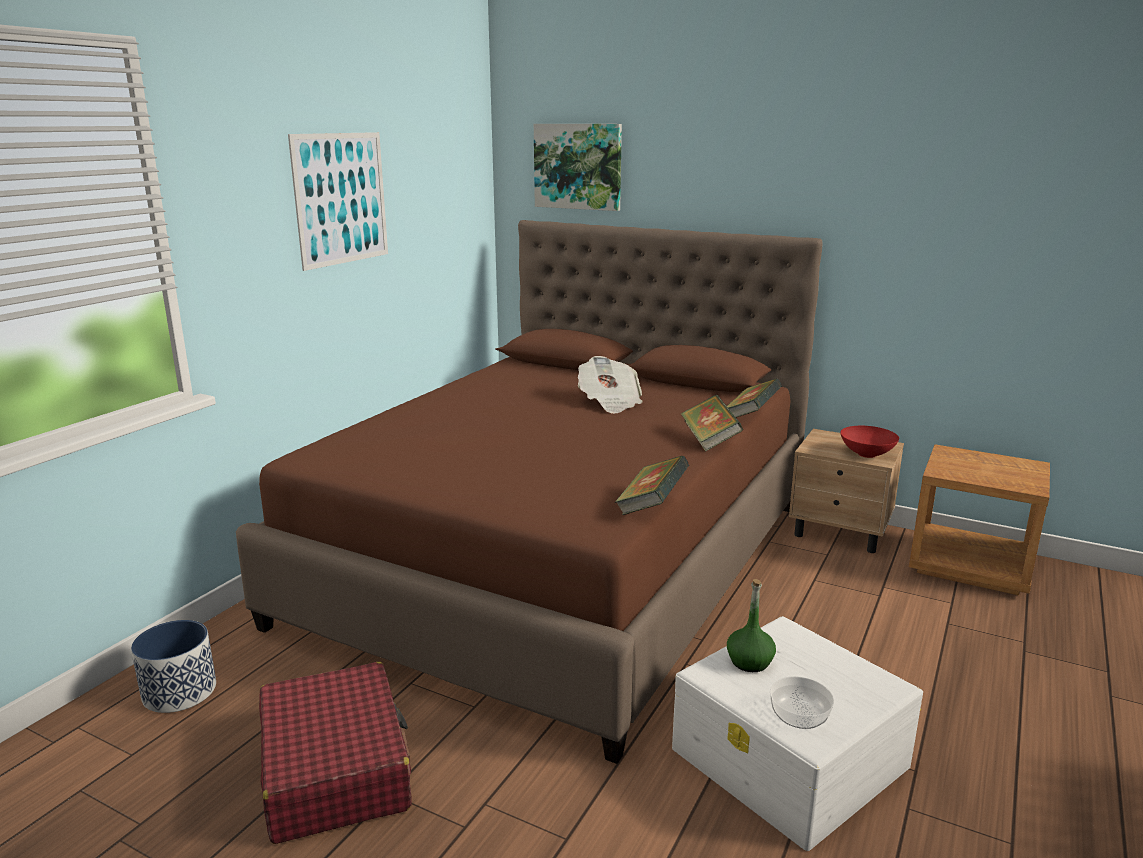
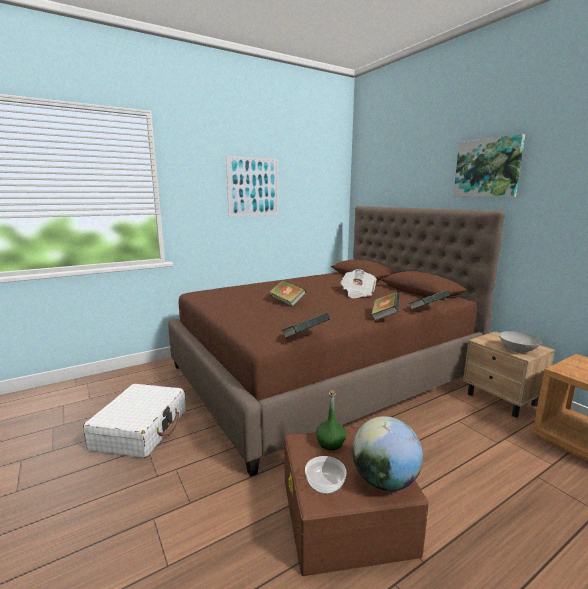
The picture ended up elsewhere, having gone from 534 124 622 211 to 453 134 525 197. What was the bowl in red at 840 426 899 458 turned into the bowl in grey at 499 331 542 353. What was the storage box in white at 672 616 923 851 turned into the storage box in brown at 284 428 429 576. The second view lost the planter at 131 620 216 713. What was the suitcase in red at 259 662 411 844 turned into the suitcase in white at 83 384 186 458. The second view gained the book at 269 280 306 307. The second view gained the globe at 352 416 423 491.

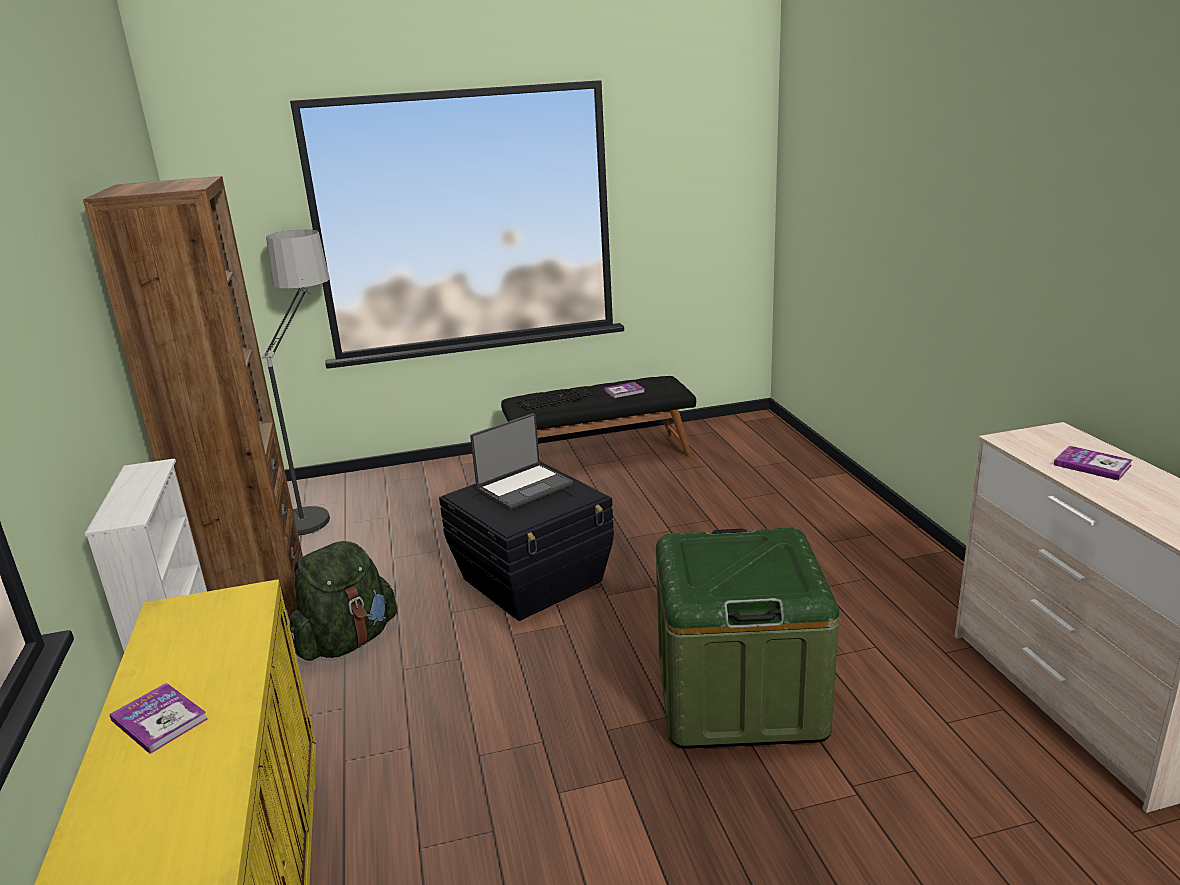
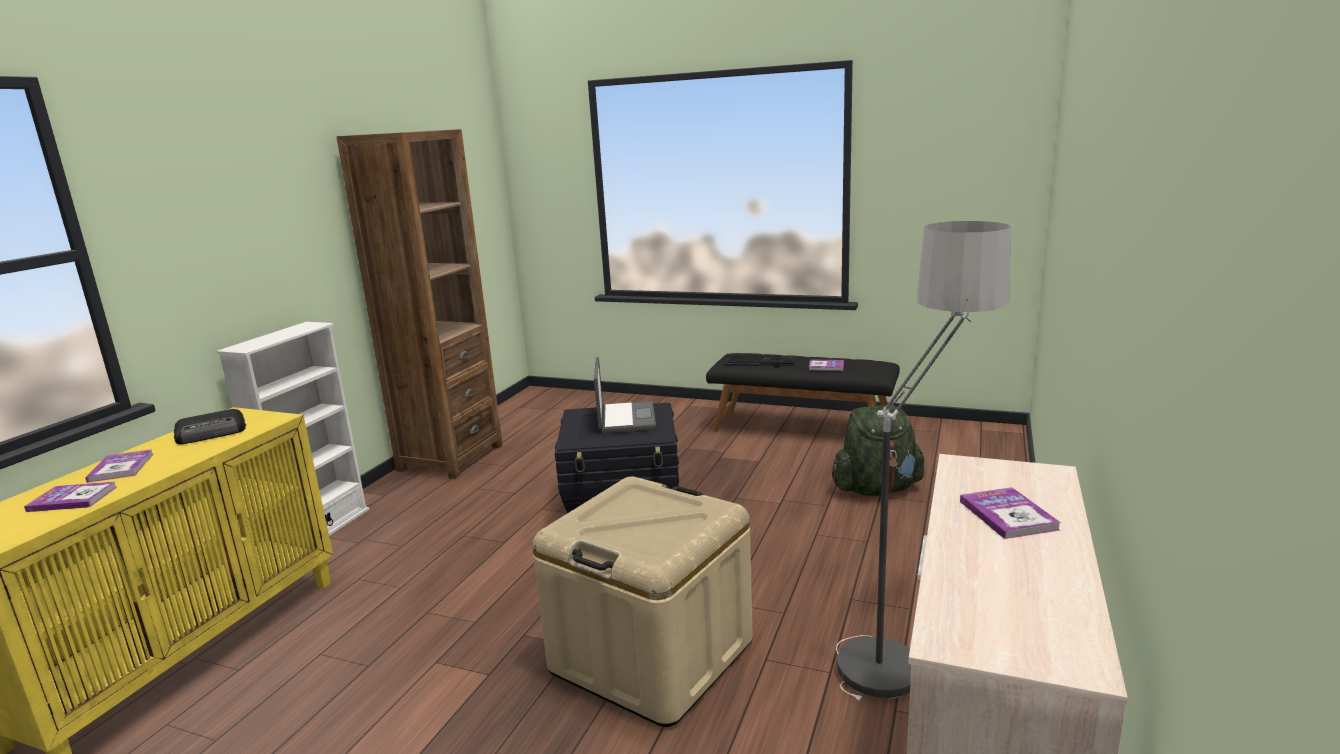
The floor lamp ended up elsewhere, having gone from 261 229 330 536 to 836 221 1011 701. The laptop at 470 413 573 510 ended up facing another way, 90 degrees counterclockwise from before. What was the storage box in green at 656 528 839 749 turned into the storage box in beige at 532 476 753 727. The backpack in green ended up elsewhere, having gone from 290 541 397 661 to 832 405 925 496. The second view gained the radio at 174 409 246 444. The second view gained the book at 24 481 117 512.

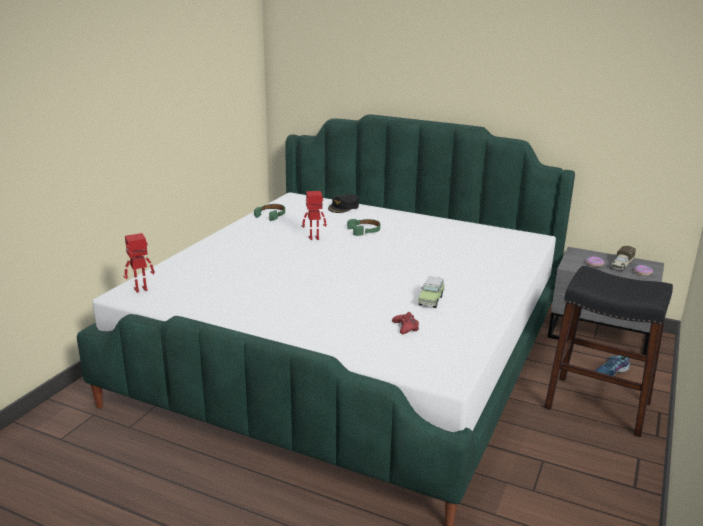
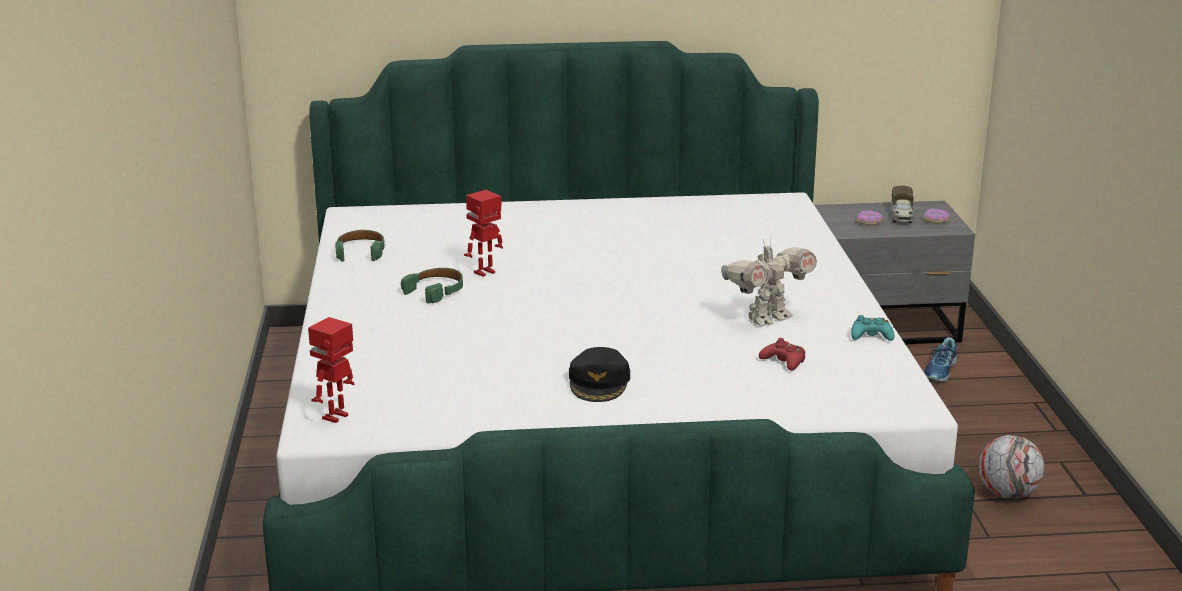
The cap in black ended up elsewhere, having gone from 328 194 359 213 to 569 347 630 402. The headphones in green ended up elsewhere, having gone from 347 219 380 236 to 401 268 463 304. The second view lost the stool in black at 544 266 673 437. Where the toy car stood at 418 276 445 308, the toy robot came to stand at 721 240 817 326. The second view gained the game controller in turquoise at 851 315 894 341. The second view gained the football at 979 435 1045 499.

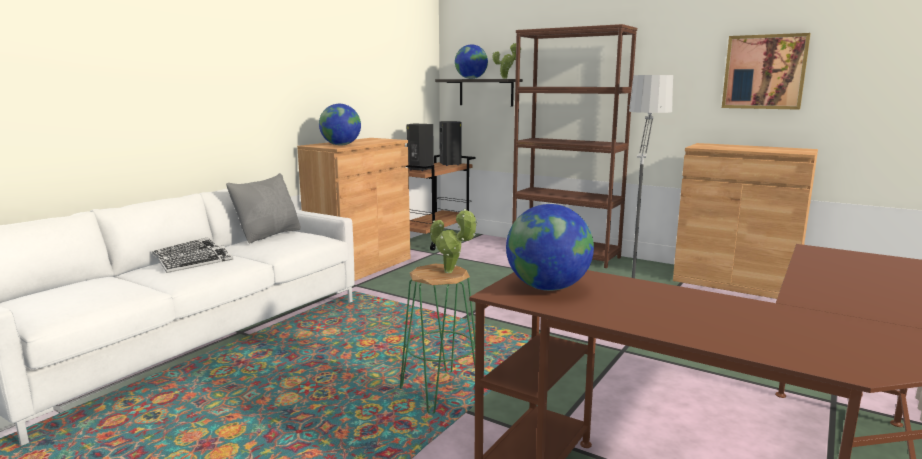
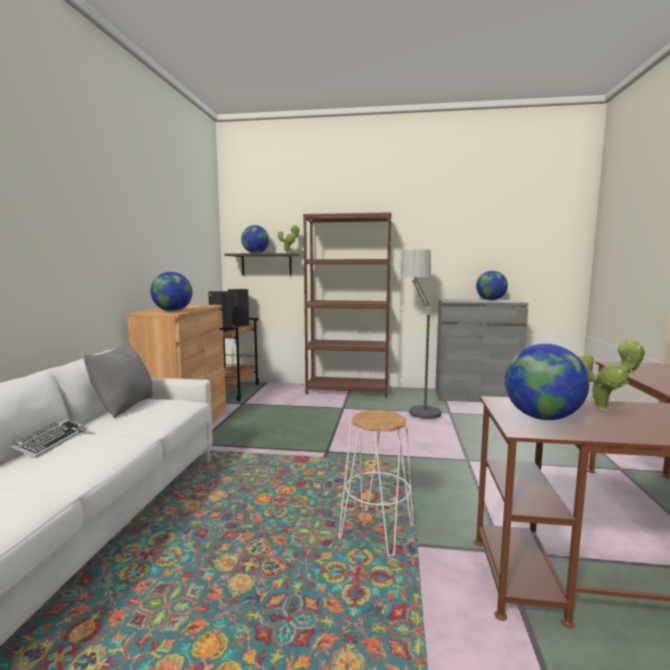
The second view lost the picture at 722 33 811 110. What was the cabinet in brown at 673 143 818 299 turned into the cabinet in grey at 435 299 529 402. The potted plant ended up elsewhere, having gone from 430 208 478 273 to 578 339 645 411. The second view lost the keyboard at 158 245 233 273. What was the stool in green at 400 264 475 414 turned into the stool in white at 339 410 414 556. The second view gained the globe at 476 271 508 301.

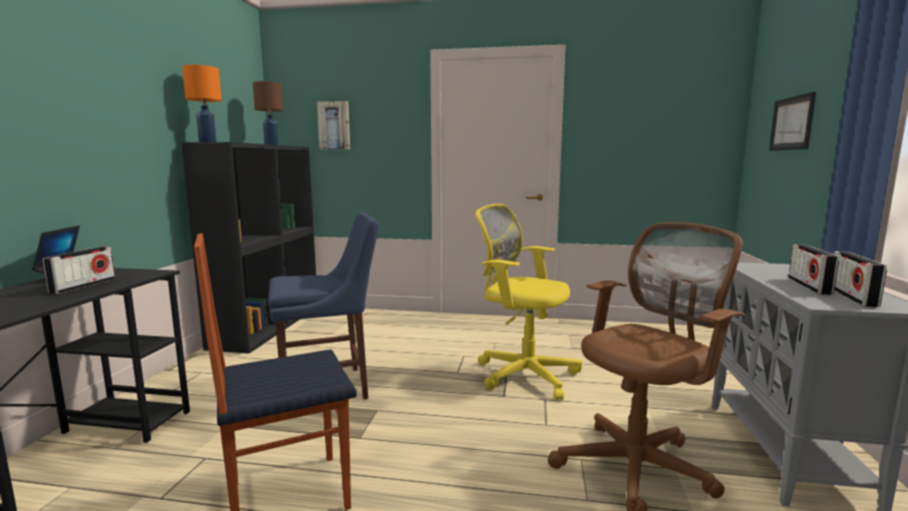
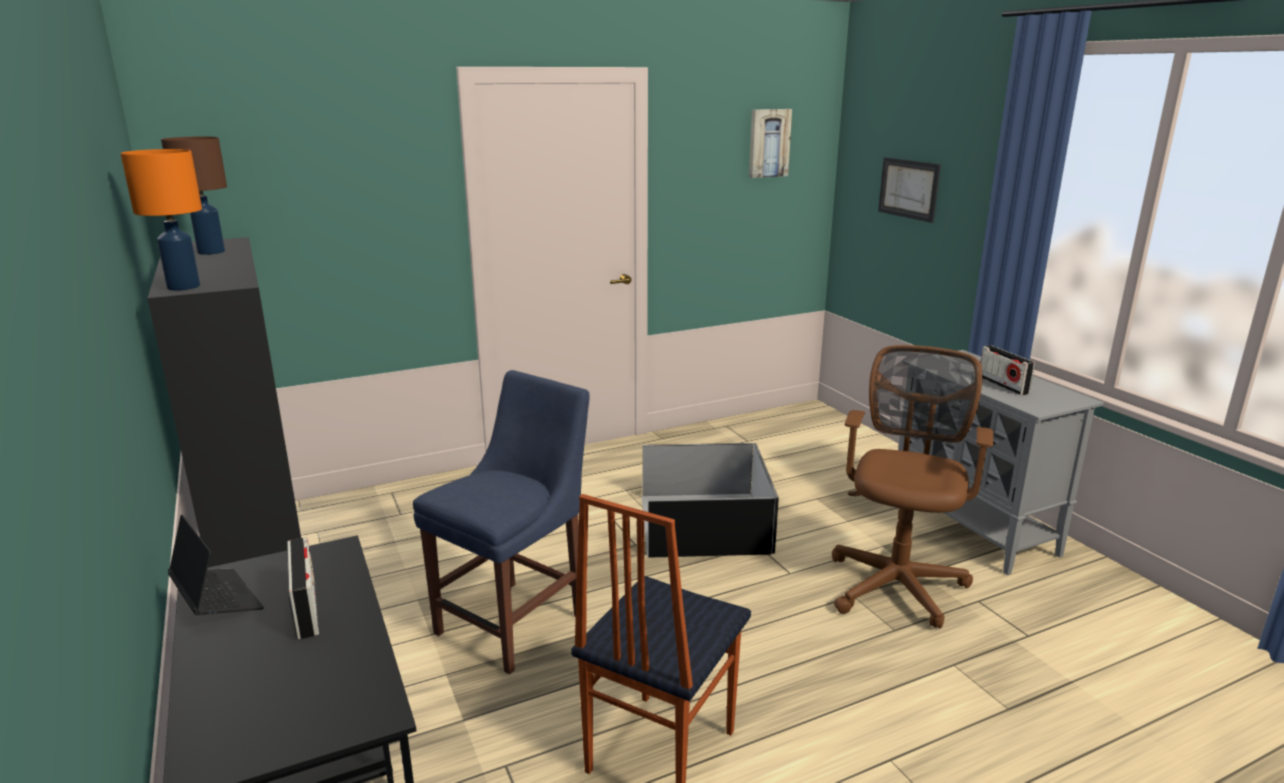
The picture ended up elsewhere, having gone from 317 101 350 149 to 749 109 792 178. Where the office chair in yellow stood at 475 204 582 401, the storage box in black came to stand at 641 443 779 558. The second view lost the radio at 834 251 887 307.

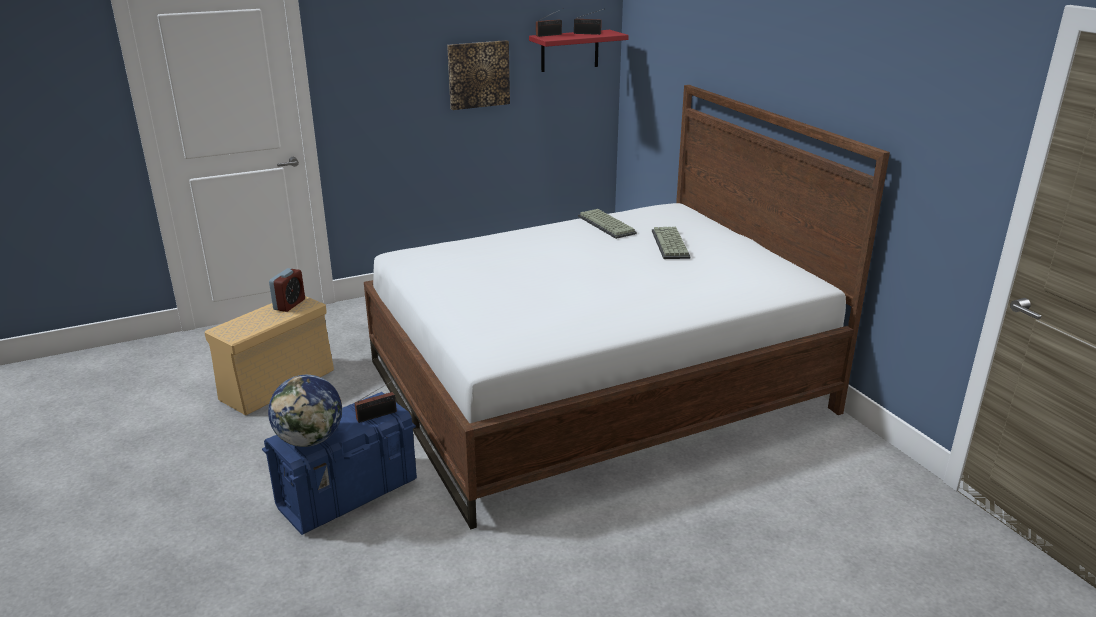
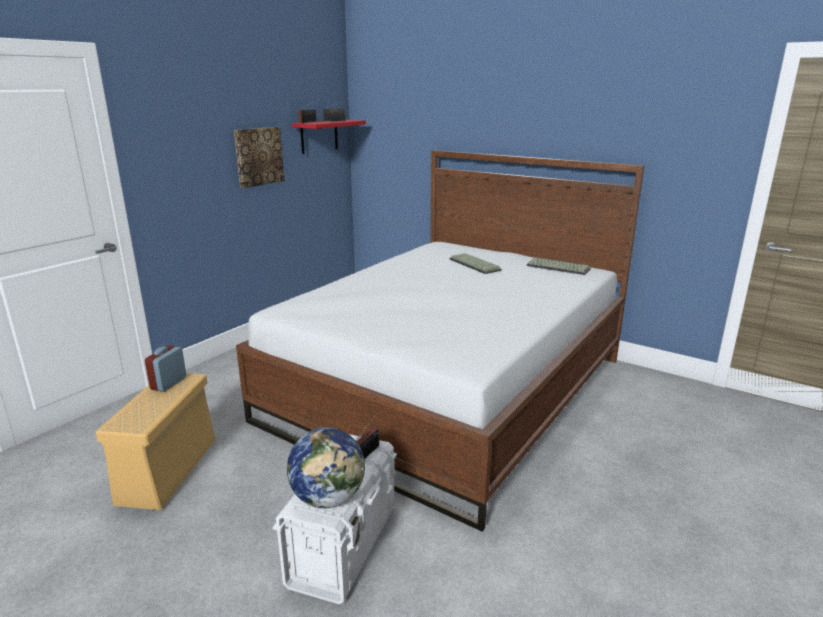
The keyboard ended up elsewhere, having gone from 578 209 637 239 to 527 257 591 275. The alarm clock at 269 268 305 312 ended up facing another way, 150 degrees counterclockwise from before. What was the storage box in blue at 262 392 417 535 turned into the storage box in white at 273 434 397 604.

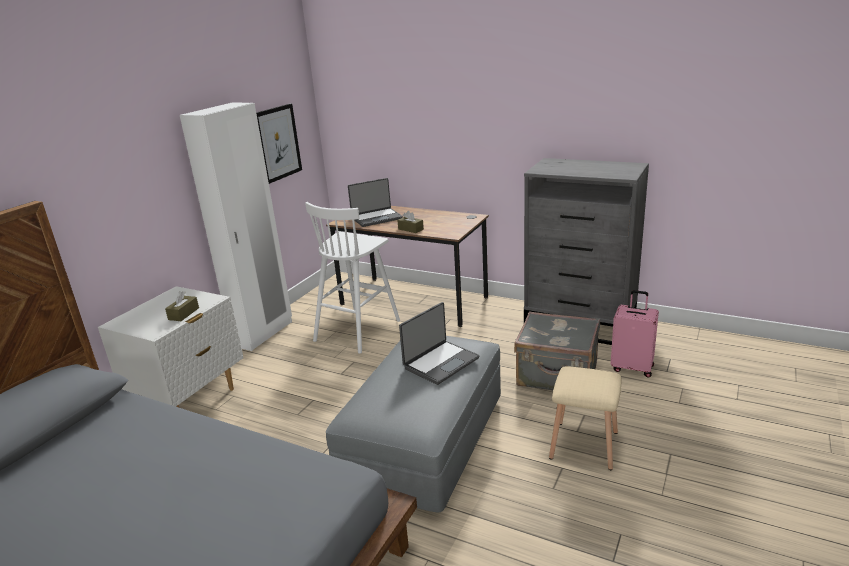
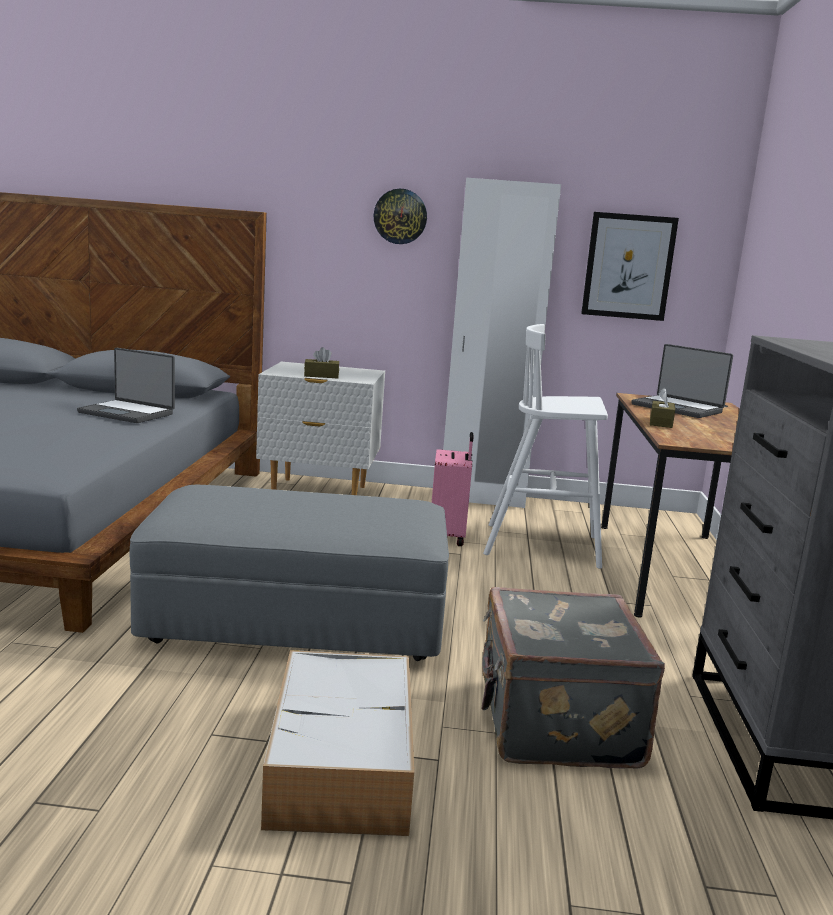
The suitcase in pink ended up elsewhere, having gone from 611 290 659 378 to 432 432 474 546. The laptop ended up elsewhere, having gone from 399 302 480 385 to 77 348 175 423. Where the stool in beige stood at 549 366 621 470, the storage box came to stand at 261 650 414 836. The second view gained the wall clock at 374 189 427 244.

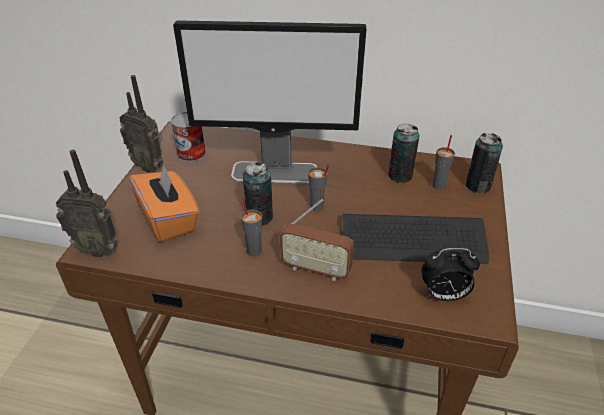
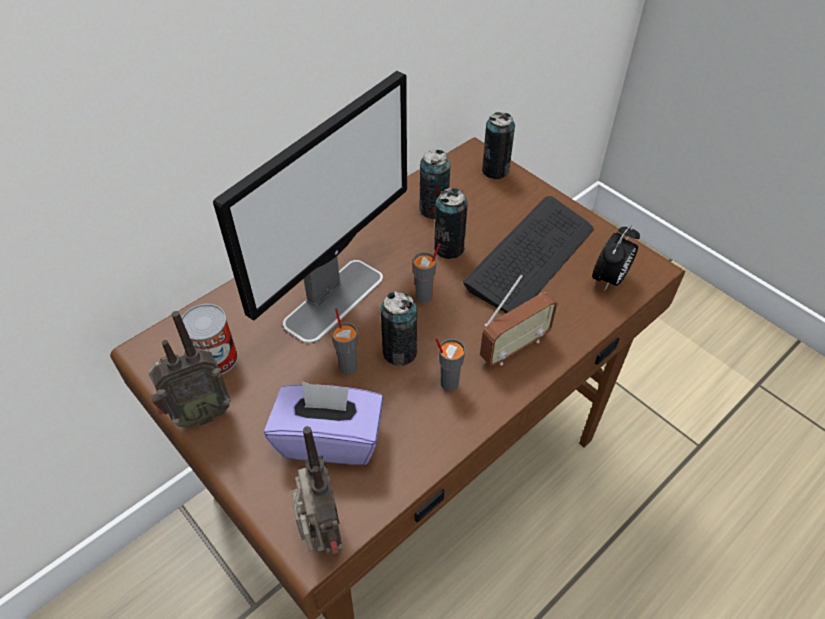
The cup in grey ended up elsewhere, having gone from 432 135 455 190 to 331 308 358 375. The radio at 56 150 118 258 ended up facing another way, 60 degrees counterclockwise from before. What was the tissue box in orange at 129 163 199 242 turned into the tissue box in purple at 264 381 383 465. The second view gained the can at 435 188 468 259.

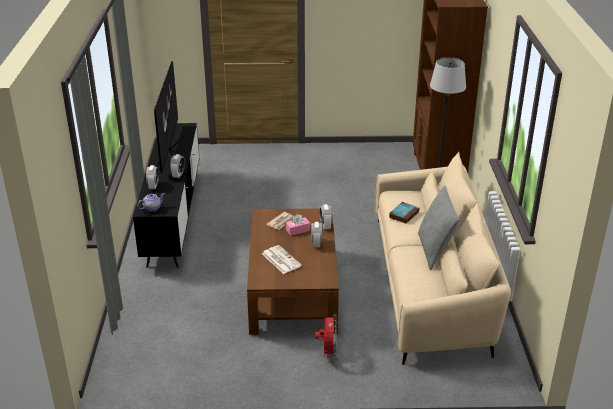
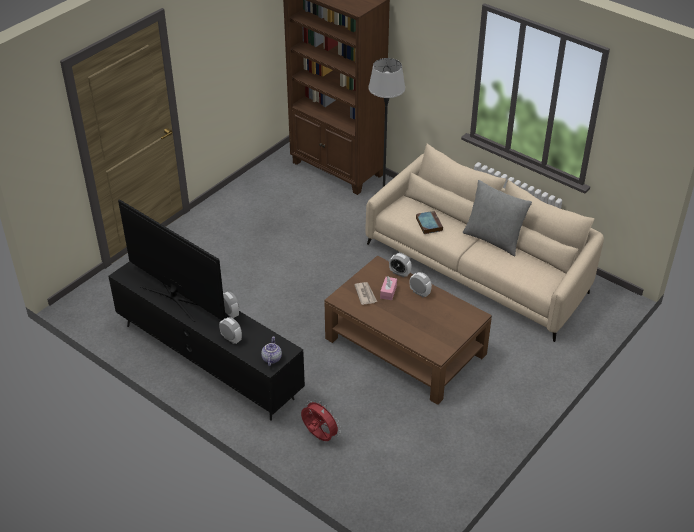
The second view lost the newspaper at 262 245 302 274. The fan in red ended up elsewhere, having gone from 315 313 337 359 to 301 399 341 441.

